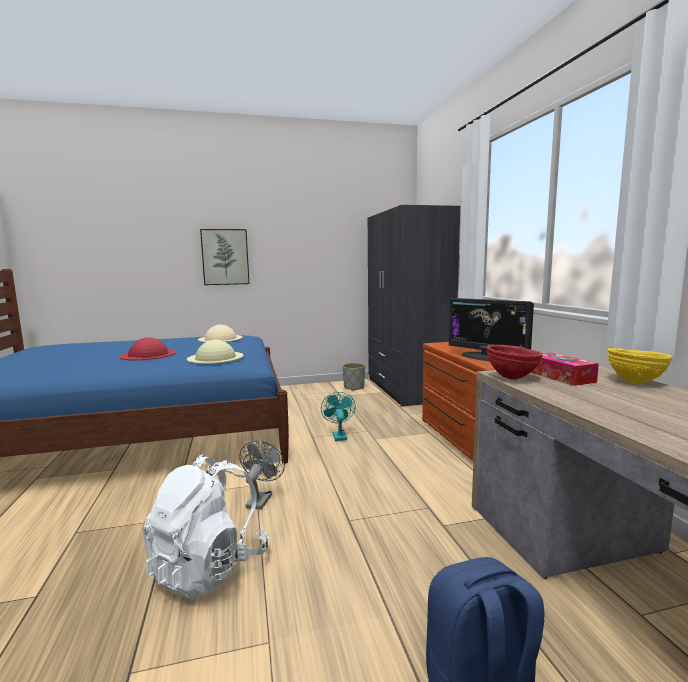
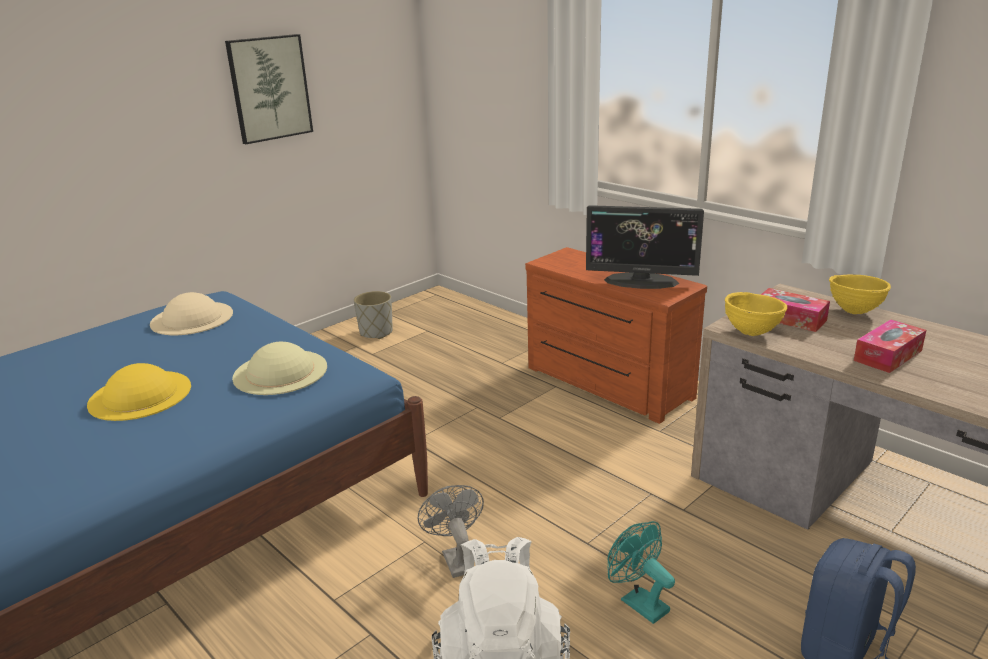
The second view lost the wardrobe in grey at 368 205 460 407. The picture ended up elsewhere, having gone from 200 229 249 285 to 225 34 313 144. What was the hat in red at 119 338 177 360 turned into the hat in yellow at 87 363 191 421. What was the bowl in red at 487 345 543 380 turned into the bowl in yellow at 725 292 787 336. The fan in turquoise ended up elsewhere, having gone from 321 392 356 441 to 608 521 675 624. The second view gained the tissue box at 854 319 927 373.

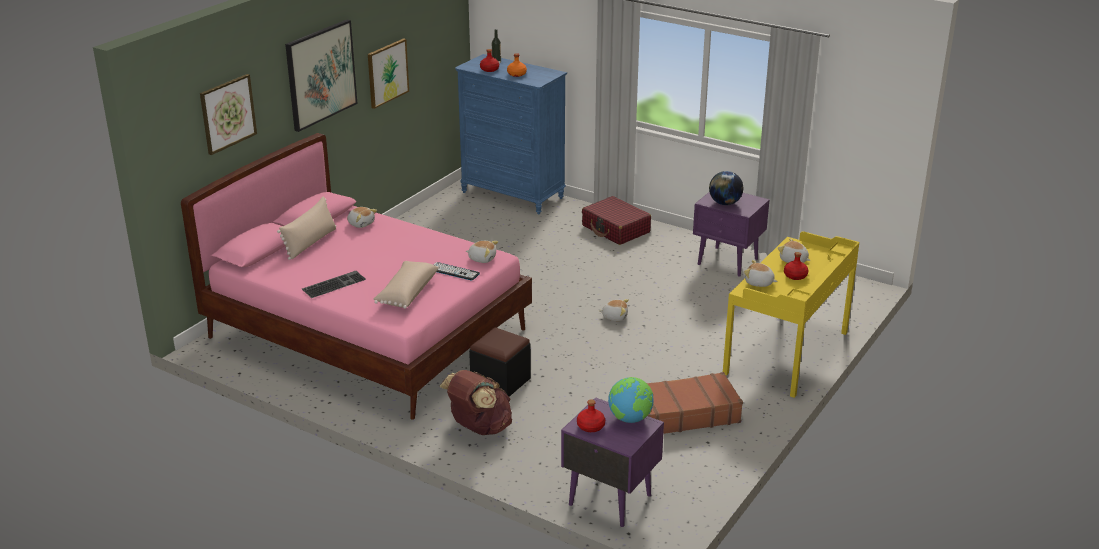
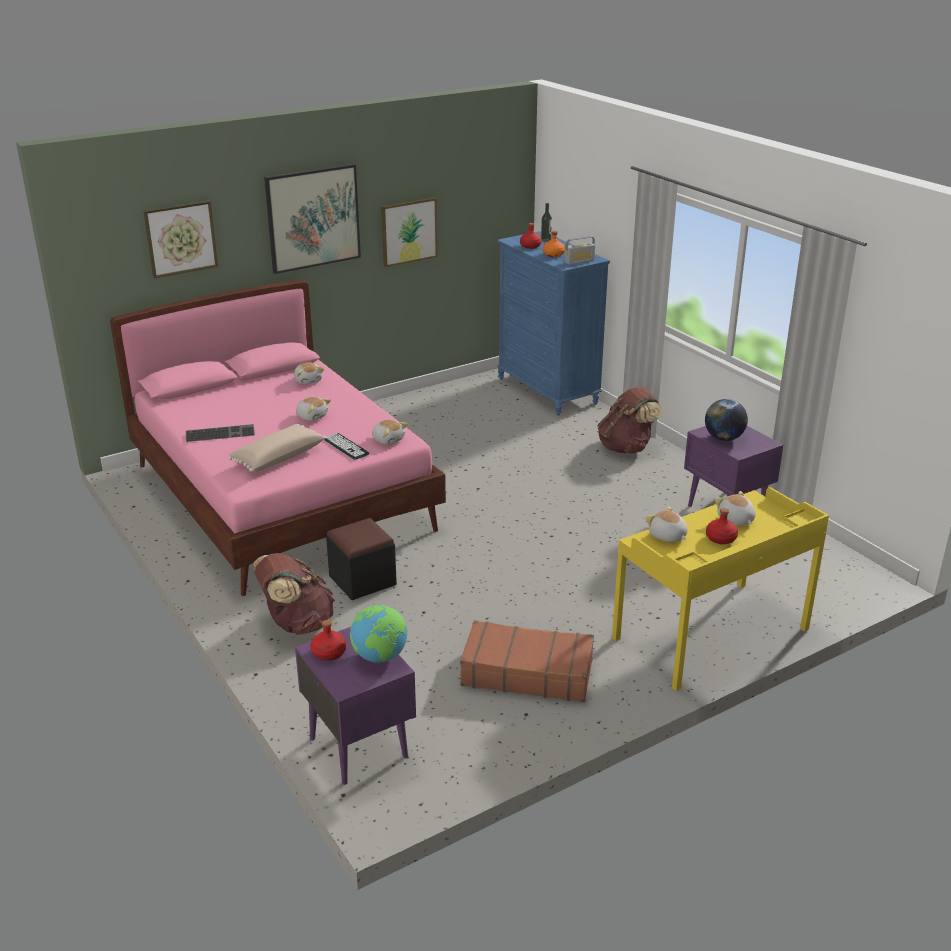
Where the suitcase in red stood at 582 196 651 245, the backpack in brown came to stand at 597 387 662 453. The second view lost the pillow in beige at 277 197 336 260. The plush toy ended up elsewhere, having gone from 599 299 629 321 to 296 397 331 421. The second view gained the radio at 564 236 595 265.

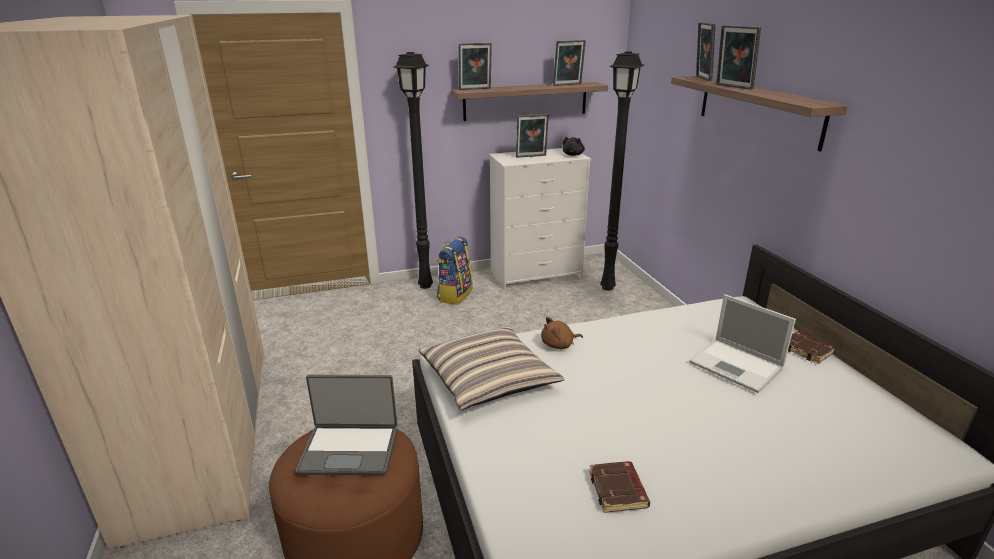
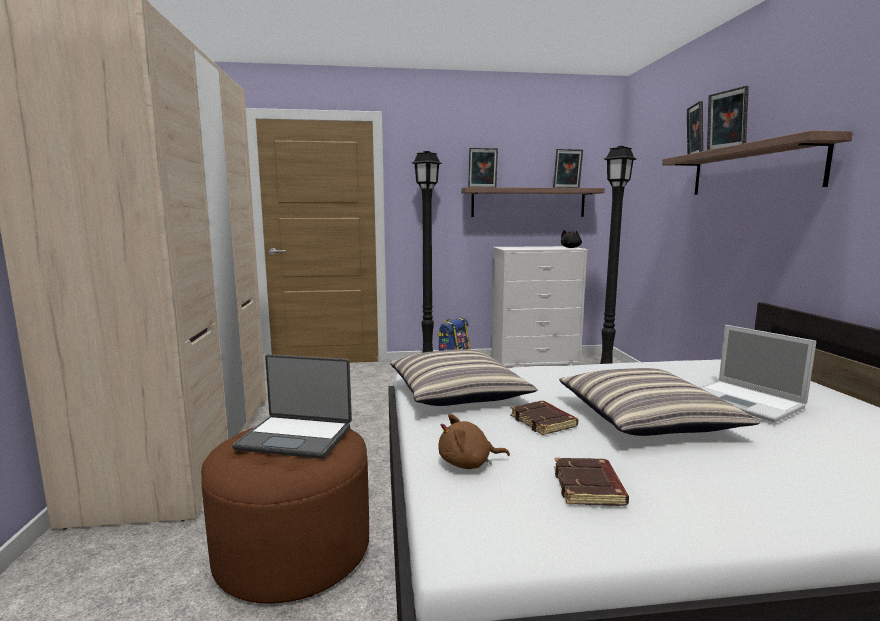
The second view lost the picture frame at 516 114 549 158. The plush toy in brown ended up elsewhere, having gone from 541 317 583 349 to 438 414 510 469. The book in brown ended up elsewhere, having gone from 788 331 836 364 to 510 401 578 435. The second view gained the pillow at 559 368 760 436.

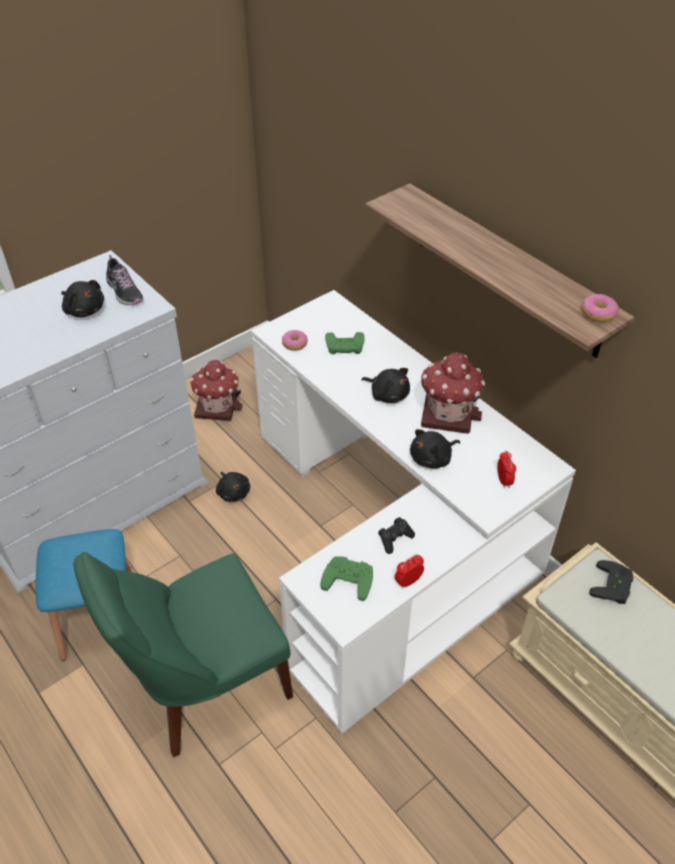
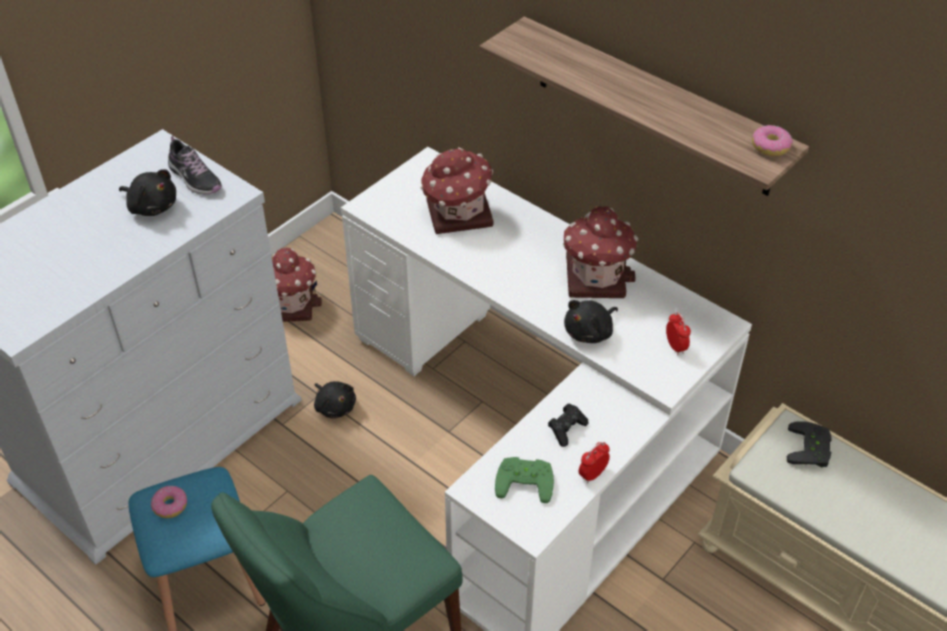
The donut ended up elsewhere, having gone from 282 330 308 351 to 151 486 187 518. Where the game controller in green stood at 325 332 365 354, the toy house came to stand at 421 147 493 234. The second view lost the plush toy in black at 362 368 410 403.

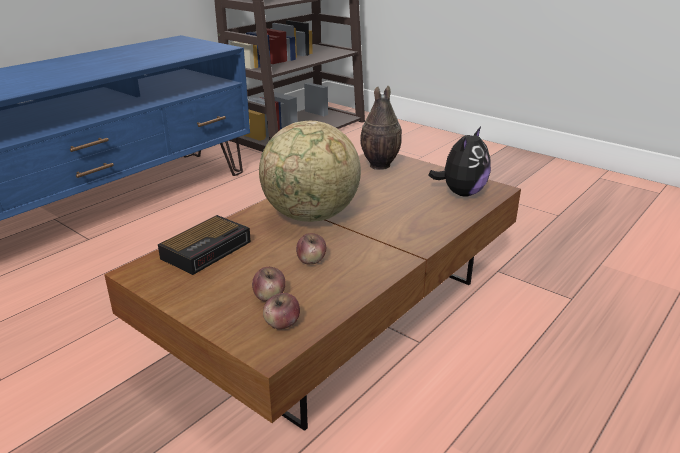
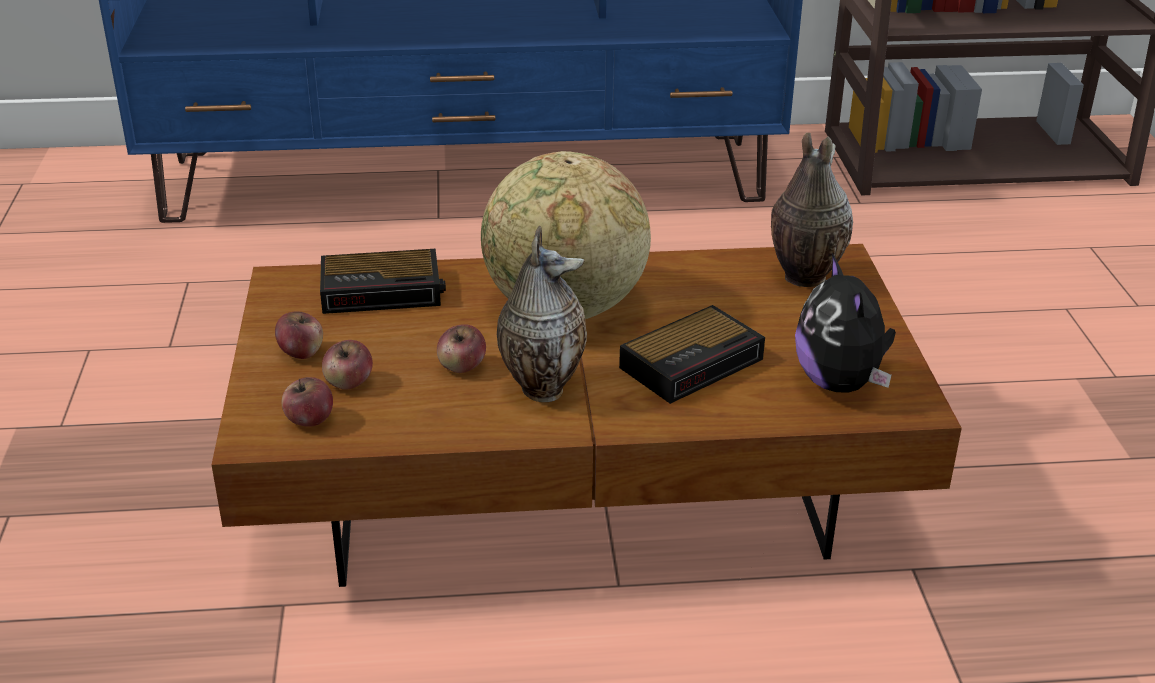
The plush toy at 428 126 491 197 ended up facing another way, 90 degrees clockwise from before. The second view gained the vase at 497 226 587 402. The second view gained the alarm clock at 619 305 765 404. The second view gained the apple at 275 312 323 359.

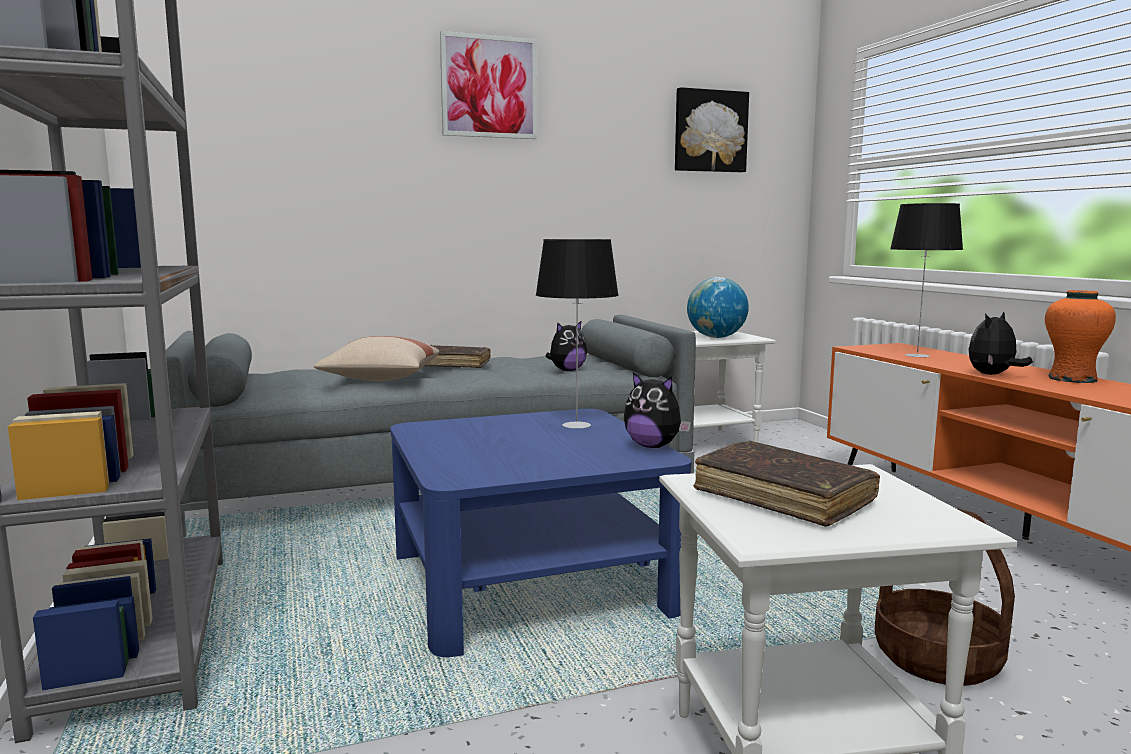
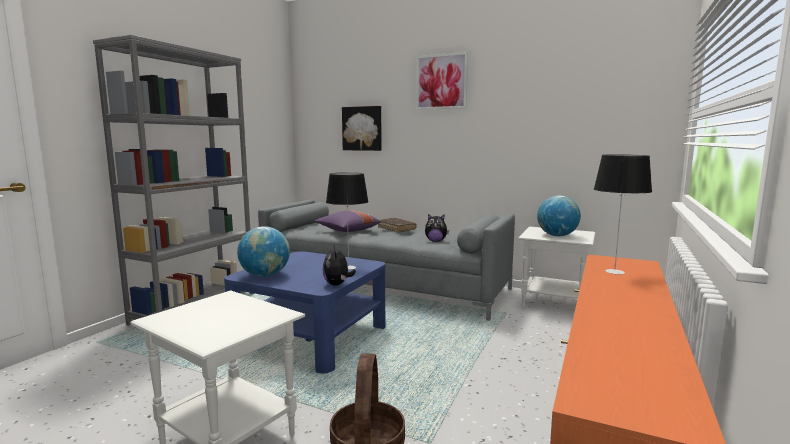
The picture ended up elsewhere, having gone from 675 87 749 173 to 342 106 382 151. The second view lost the vase in orange at 1045 290 1116 383. The second view lost the plush toy at 969 311 1033 375. What was the pillow in beige at 314 336 440 381 turned into the pillow in purple at 315 210 381 232. The second view lost the book in brown at 693 441 880 527. The second view gained the globe at 237 226 290 277.

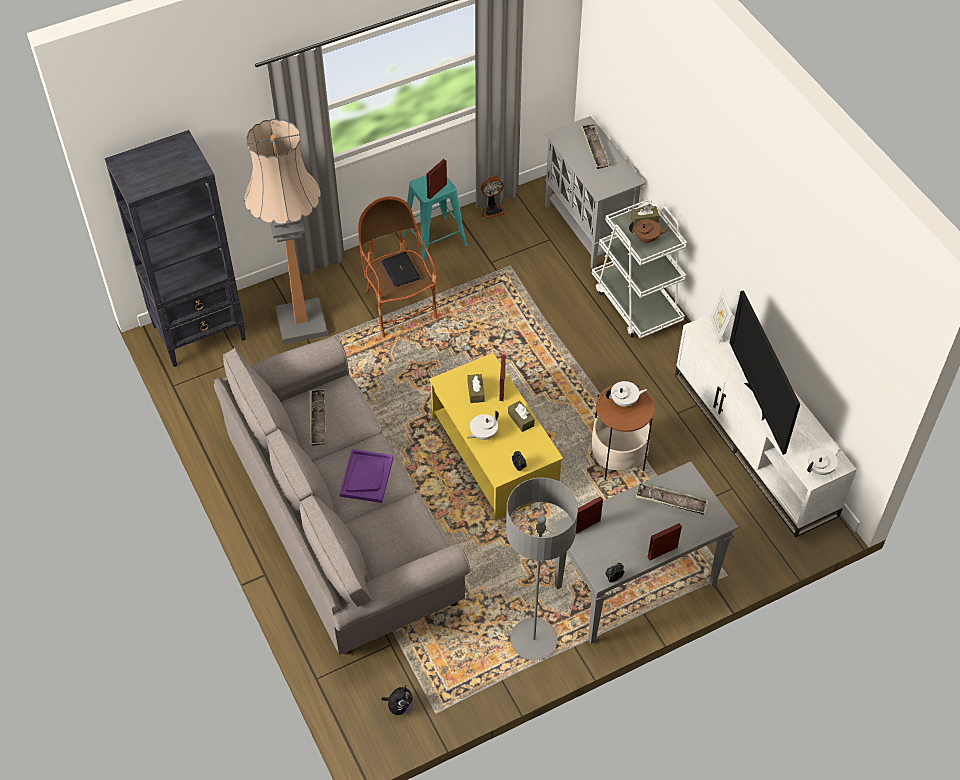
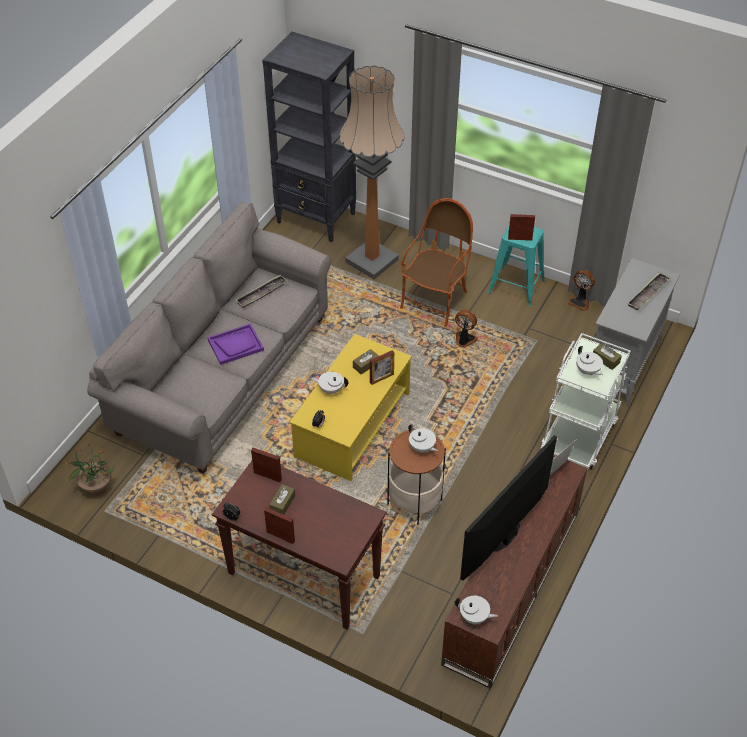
What was the teapot in brown at 629 219 669 243 turned into the teapot in white at 576 346 603 375. The second view lost the laptop at 382 252 420 287. What was the tv stand in white at 675 313 857 537 turned into the tv stand in brown at 441 449 587 689. The tissue box in brown ended up elsewhere, having gone from 508 401 535 432 to 269 484 295 515. What was the console table in grey at 553 461 738 644 turned into the console table in brown at 212 461 386 630. The second view lost the floor lamp in grey at 506 477 578 660. The second view lost the tray at 636 483 709 515. Where the plush toy stood at 381 685 413 715, the potted plant came to stand at 66 443 114 496. The second view gained the fan at 455 310 478 348.

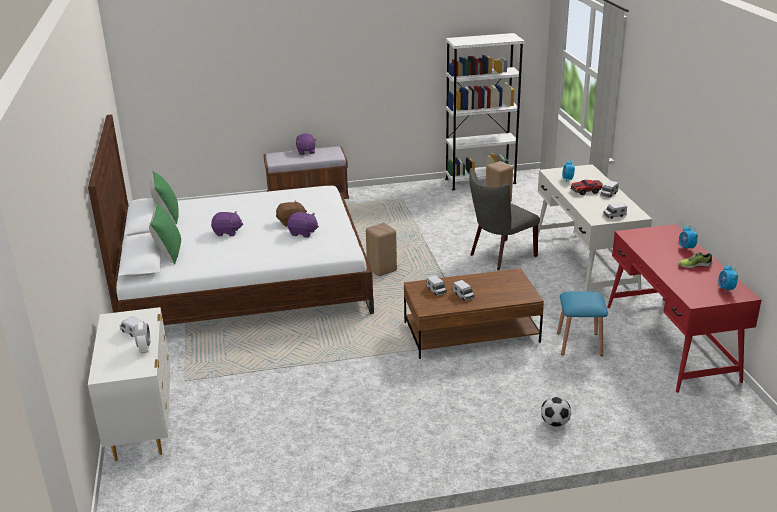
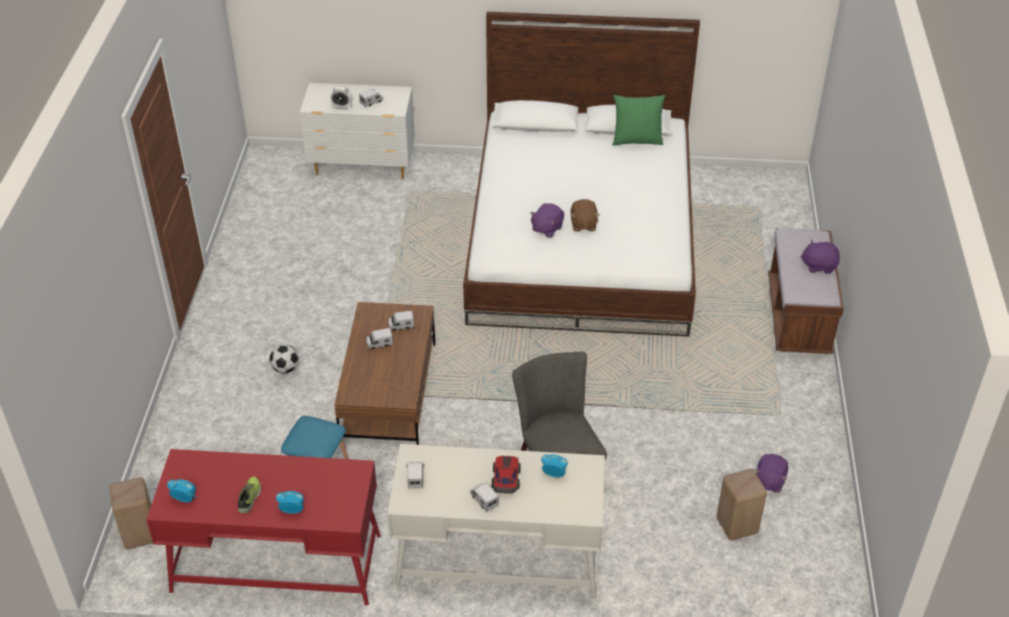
The second view lost the bookcase in white at 445 33 525 190. The second view lost the pillow in green at 149 203 181 265. The plush toy in purple ended up elsewhere, having gone from 211 211 243 236 to 755 454 788 493. The stool in beige ended up elsewhere, having gone from 366 223 397 276 to 109 477 153 549. The football ended up elsewhere, having gone from 541 396 571 427 to 270 344 299 374.

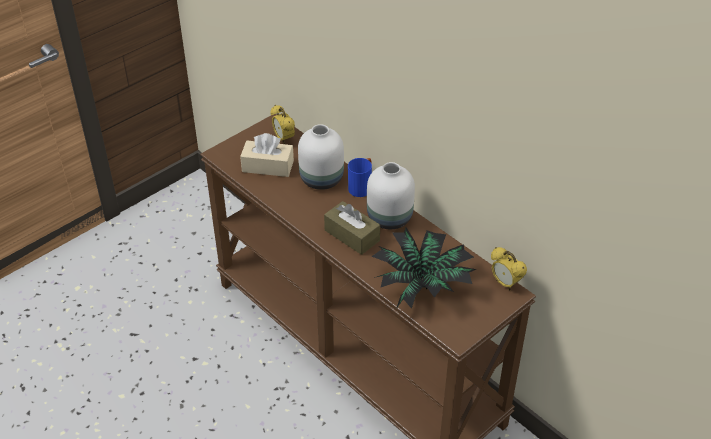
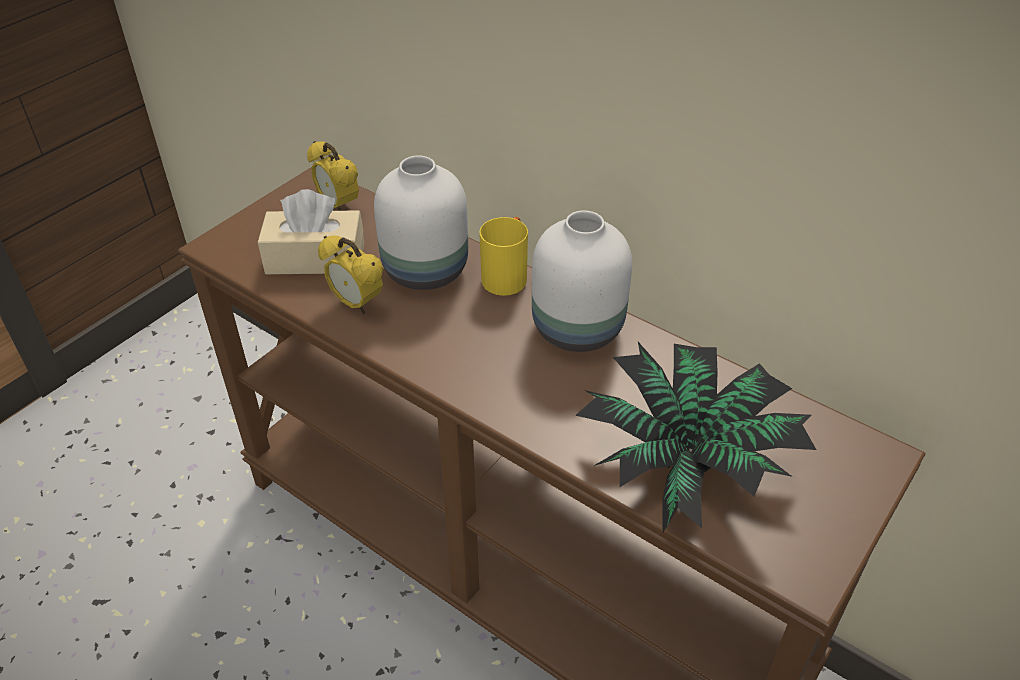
What was the mug in blue at 348 158 372 197 turned into the mug in yellow at 479 217 528 296. The second view lost the tissue box in brown at 324 201 380 255. The alarm clock ended up elsewhere, having gone from 491 247 527 290 to 318 235 383 314.

